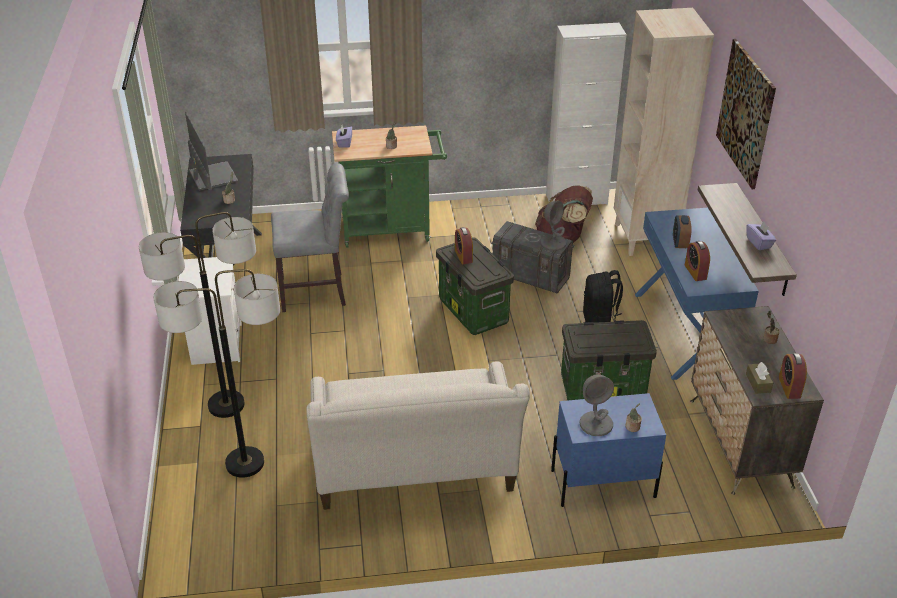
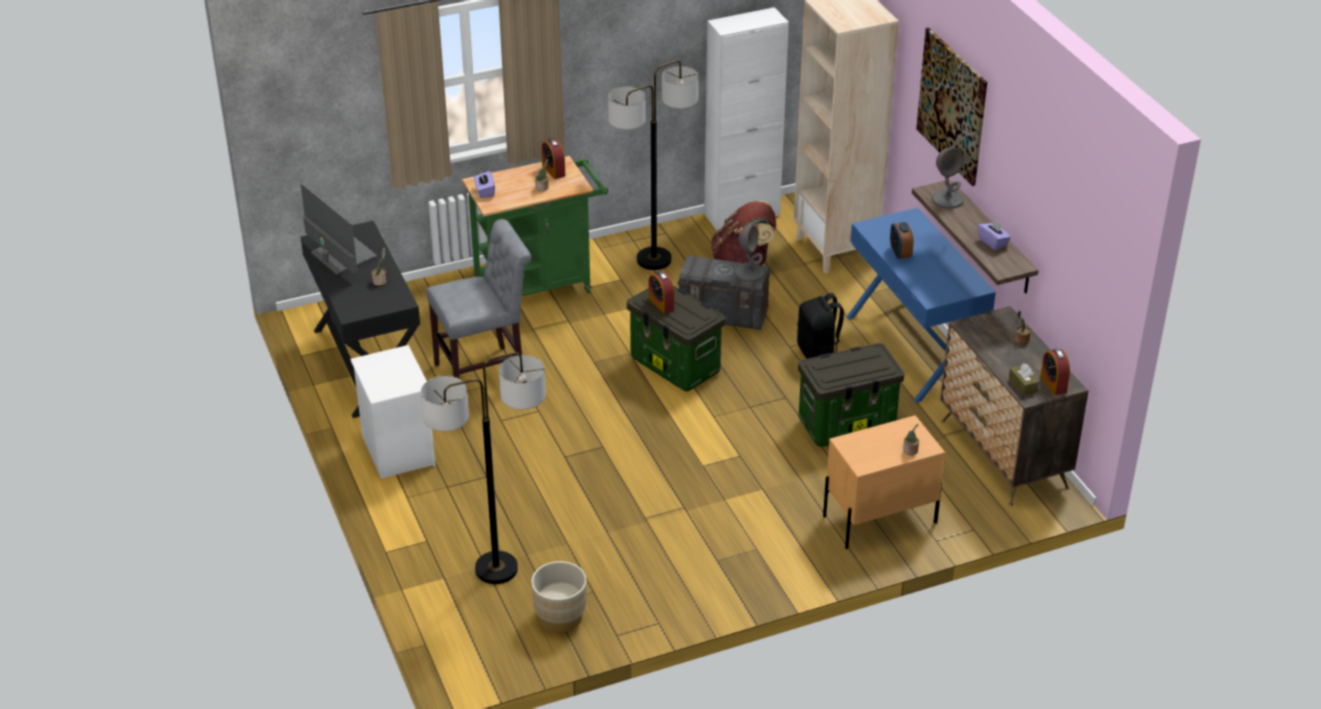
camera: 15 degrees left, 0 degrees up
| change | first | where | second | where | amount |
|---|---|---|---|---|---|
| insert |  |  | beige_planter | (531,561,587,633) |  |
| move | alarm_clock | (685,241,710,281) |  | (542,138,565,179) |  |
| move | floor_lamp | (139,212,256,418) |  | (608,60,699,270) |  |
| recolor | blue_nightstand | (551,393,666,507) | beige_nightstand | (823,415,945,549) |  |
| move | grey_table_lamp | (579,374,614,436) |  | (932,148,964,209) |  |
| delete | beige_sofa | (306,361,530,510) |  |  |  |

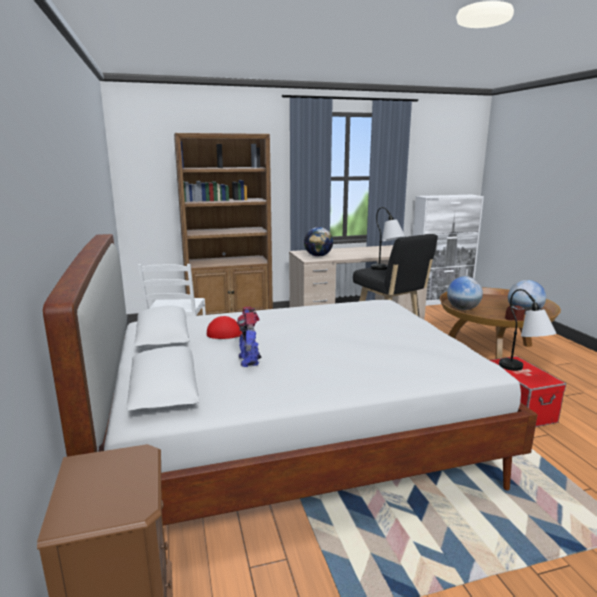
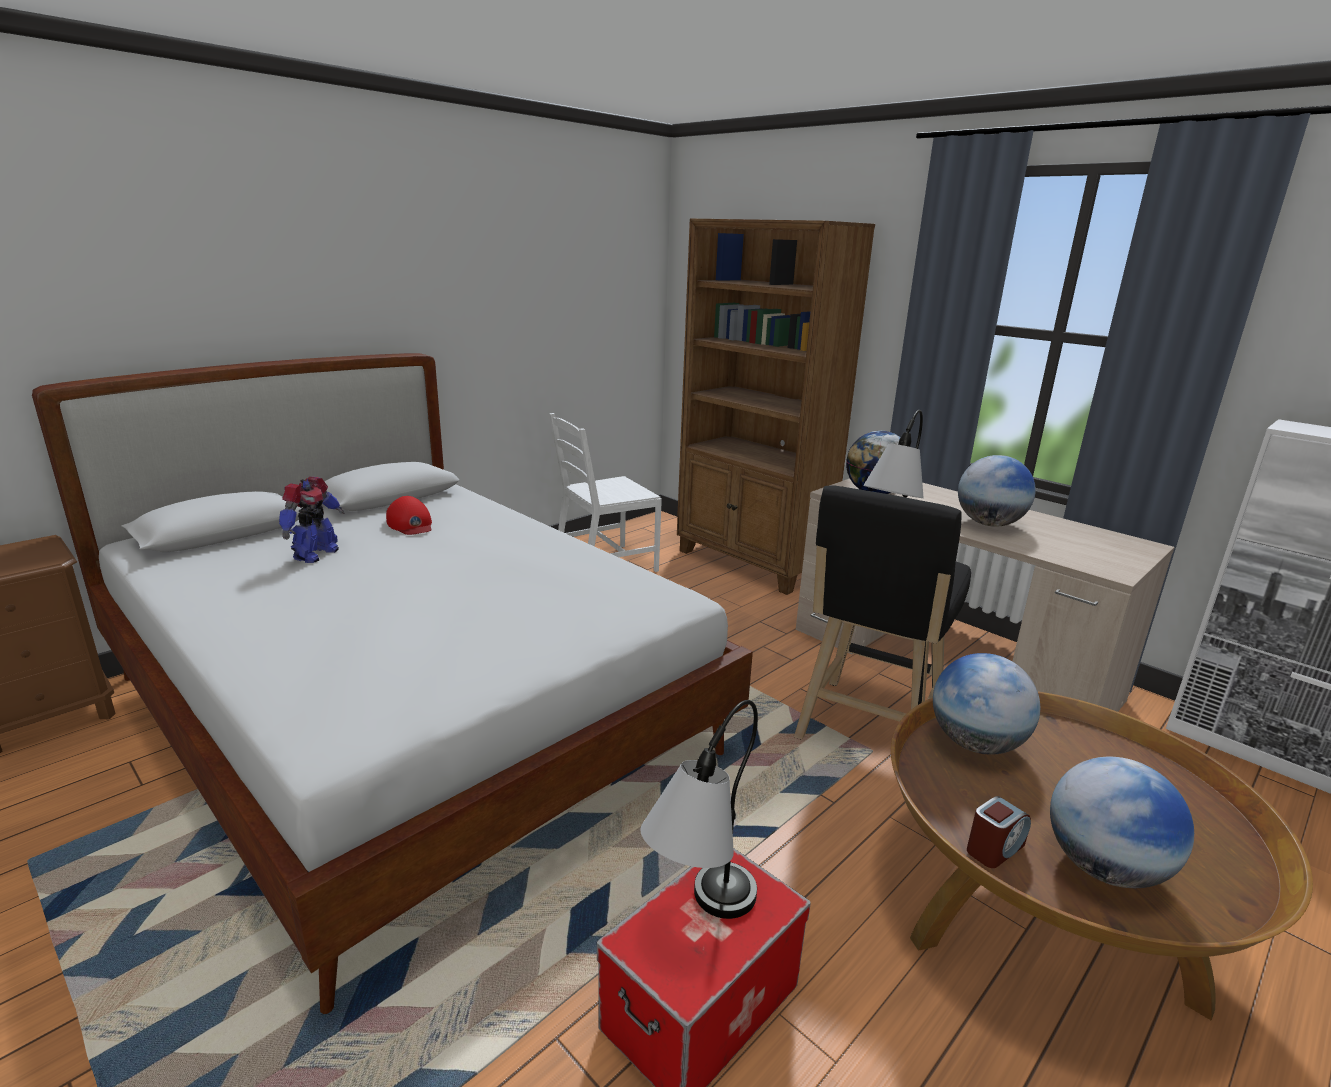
camera: 60 degrees right, 5 degrees up
| change | first | where | second | where | amount |
|---|---|---|---|---|---|
| rotate | toy_robot | (237,307,261,367) |  | (279,477,345,563) | 150 degrees clockwise |
| insert |  |  | globe | (958,455,1036,527) |  |

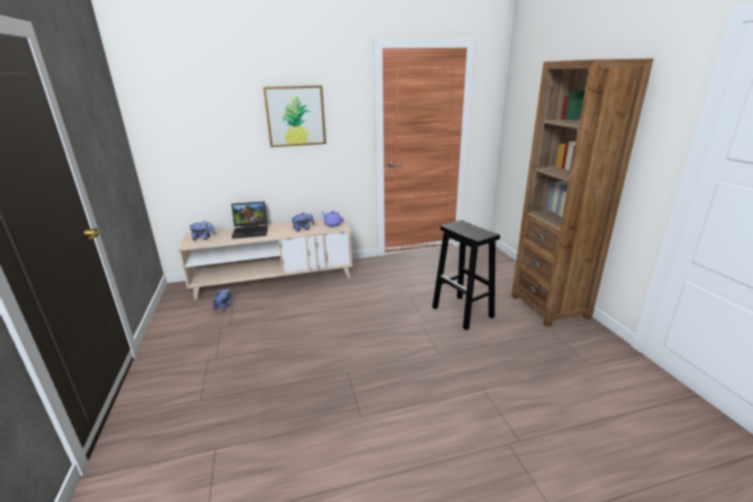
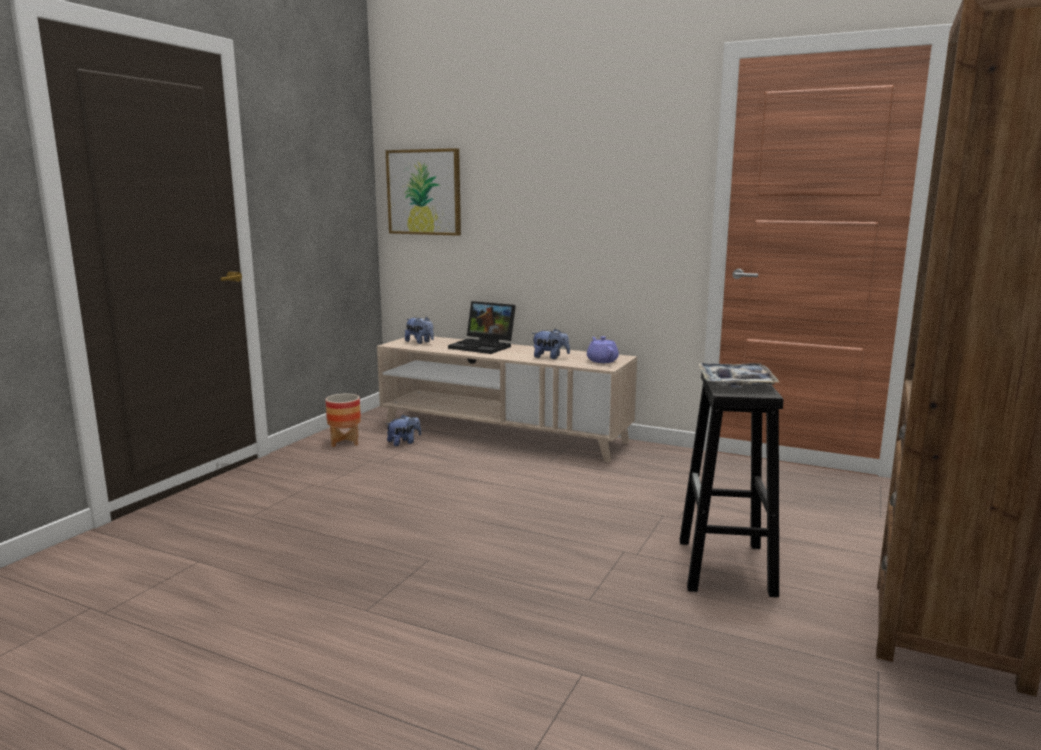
camera: 40 degrees right, 10 degrees down
| change | first | where | second | where | amount |
|---|---|---|---|---|---|
| insert |  |  | planter | (325,394,361,447) |  |
| move | picture | (263,85,326,147) |  | (385,148,461,236) |  |
| insert |  |  | tray | (698,363,779,388) |  |

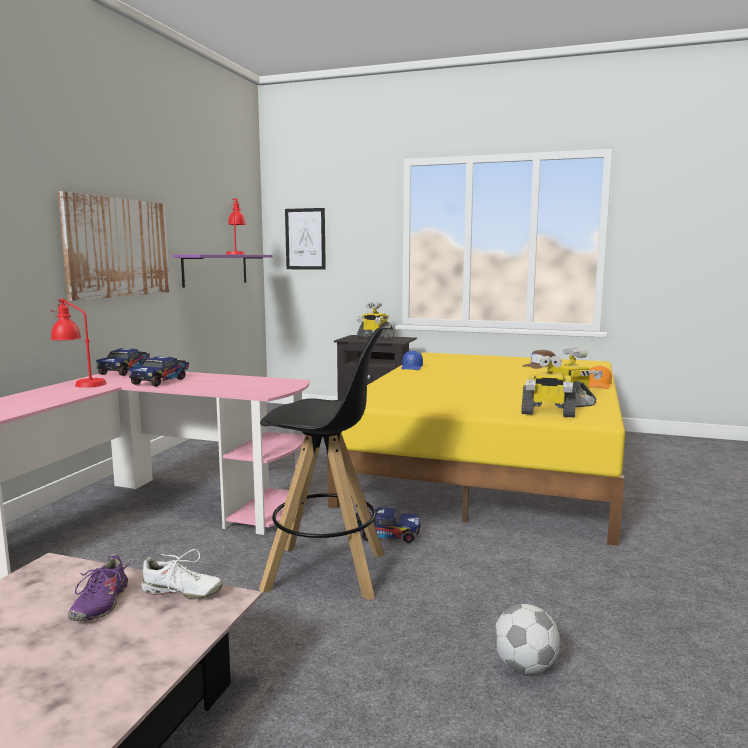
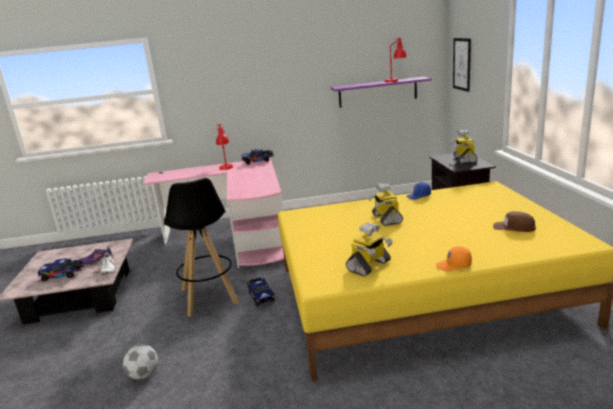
camera: 65 degrees right, 10 degrees up
| change | first | where | second | where | amount |
|---|---|---|---|---|---|
| move | toy_truck | (129,356,189,387) |  | (38,258,84,281) |  |
| move | toy_robot | (521,356,576,417) |  | (368,183,403,226) |  |
| delete | picture | (58,191,170,301) |  |  |  |

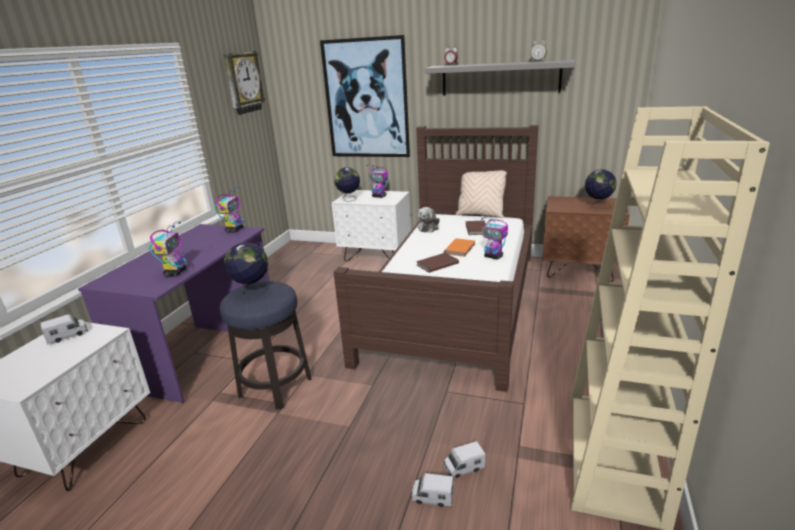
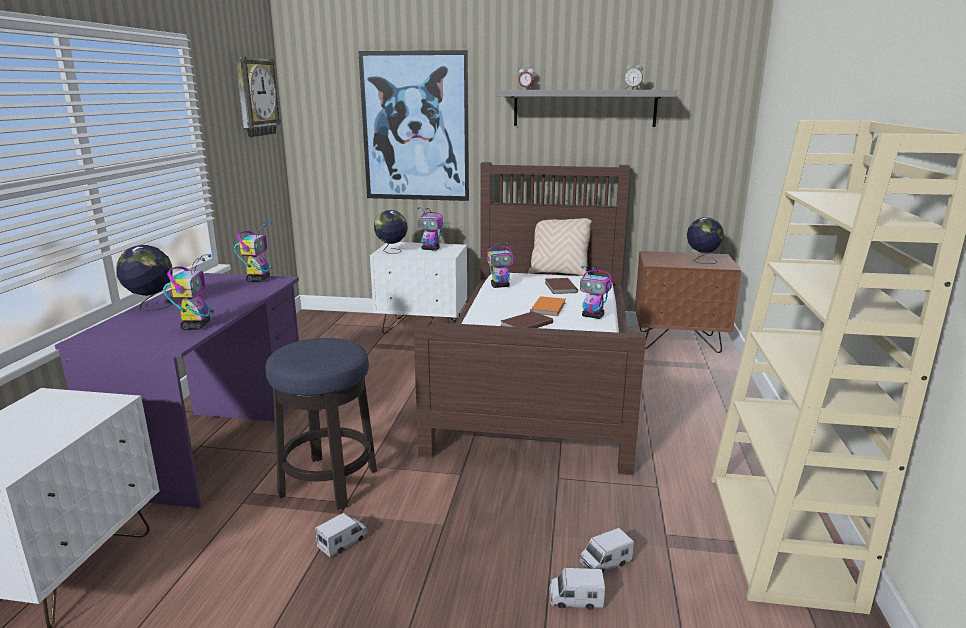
camera: 10 degrees left, 5 degrees down
| change | first | where | second | where | amount |
|---|---|---|---|---|---|
| move | globe | (224,242,268,297) |  | (117,245,173,311) |  |
| move | toy_truck | (40,314,88,344) |  | (315,513,368,557) |  |
| replace | plush_toy | (418,207,440,233) | toy_robot | (487,243,514,288) |  |

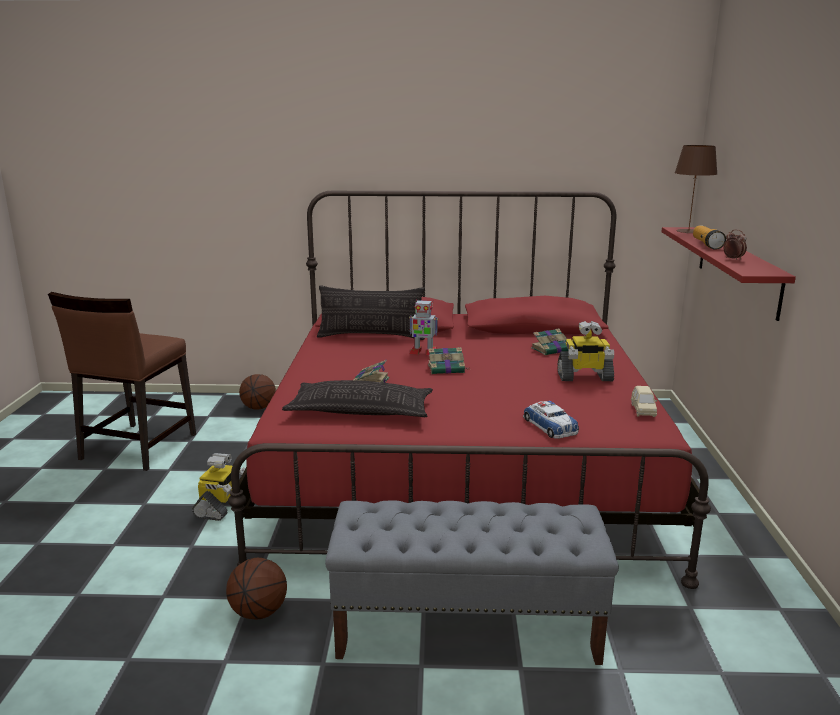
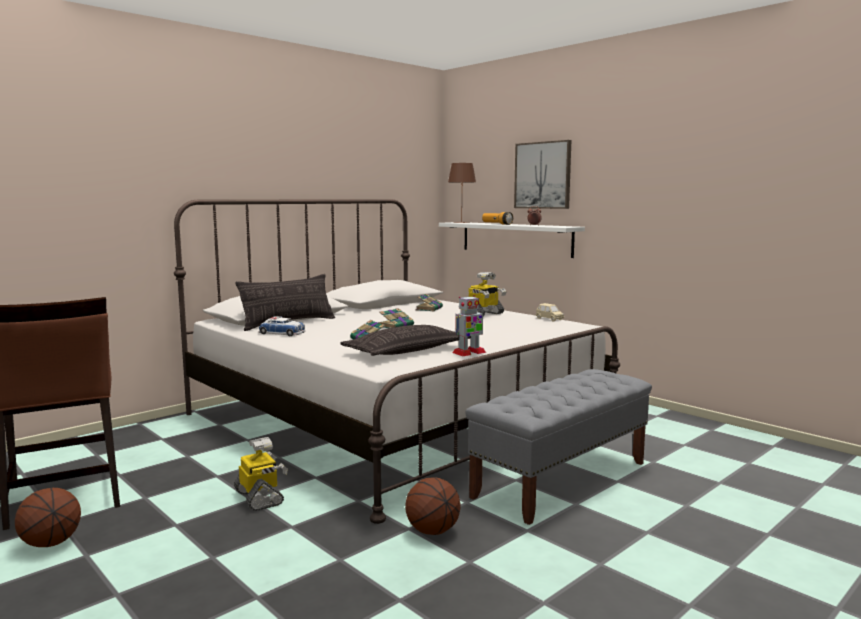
camera: 45 degrees left, 10 degrees down
| change | first | where | second | where | amount |
|---|---|---|---|---|---|
| move | basketball | (239,374,276,410) |  | (15,488,81,547) |  |
| recolor | red_bed | (228,191,711,589) | white_bed | (174,199,620,524) |  |
| move | toy_car | (523,401,579,439) |  | (259,316,305,336) |  |
| recolor | red_shelf | (661,227,796,321) | white_shelf | (439,222,585,258) |  |
| move | toy_robot | (409,299,438,355) |  | (452,295,486,357) |  |
| insert |  |  | picture | (514,140,571,209) |  |

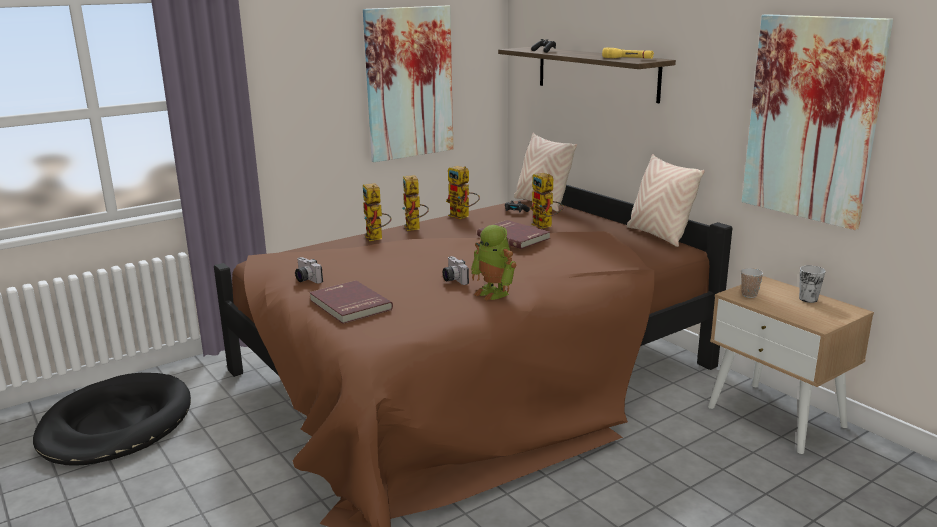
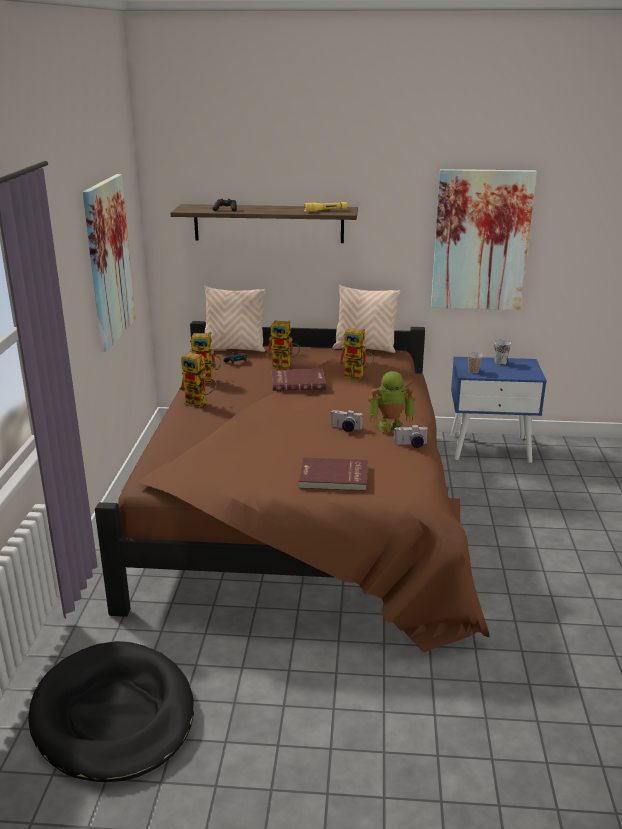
camera: 50 degrees left, 5 degrees up
| change | first | where | second | where | amount |
|---|---|---|---|---|---|
| move | toy_robot | (363,183,392,241) |  | (338,328,374,380) |  |
| move | photo_camera | (295,257,323,283) |  | (394,425,428,448) |  |
| recolor | beige_nightstand | (708,276,874,454) | blue_nightstand | (450,357,547,463) |  |

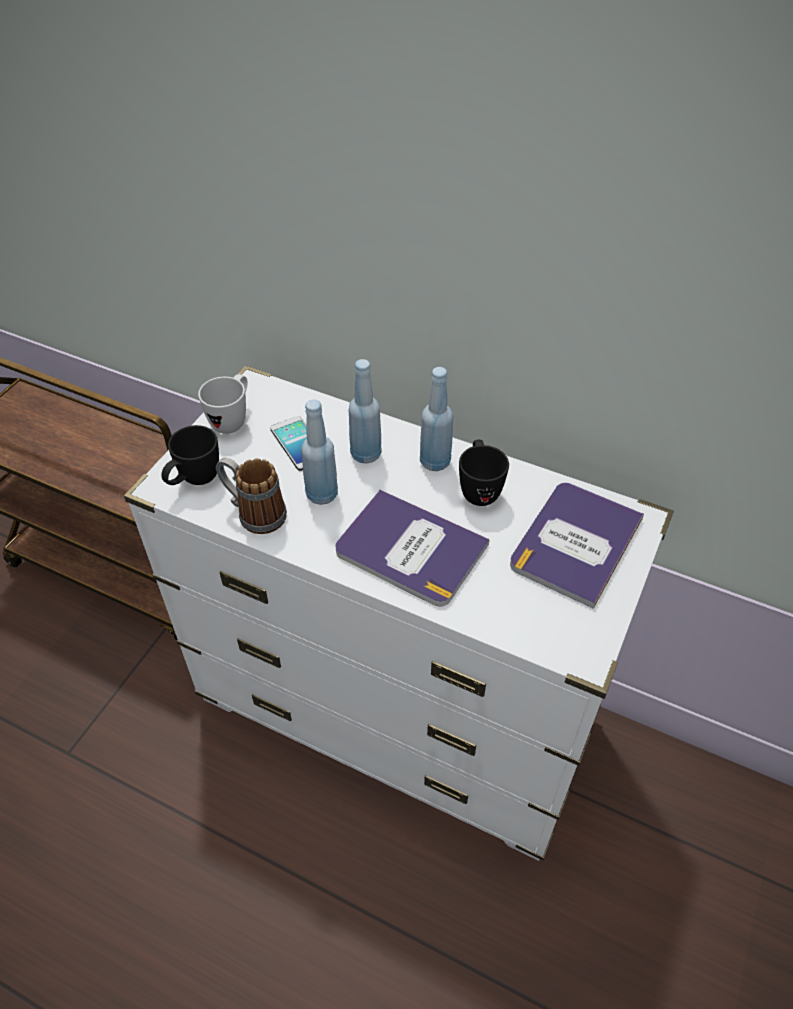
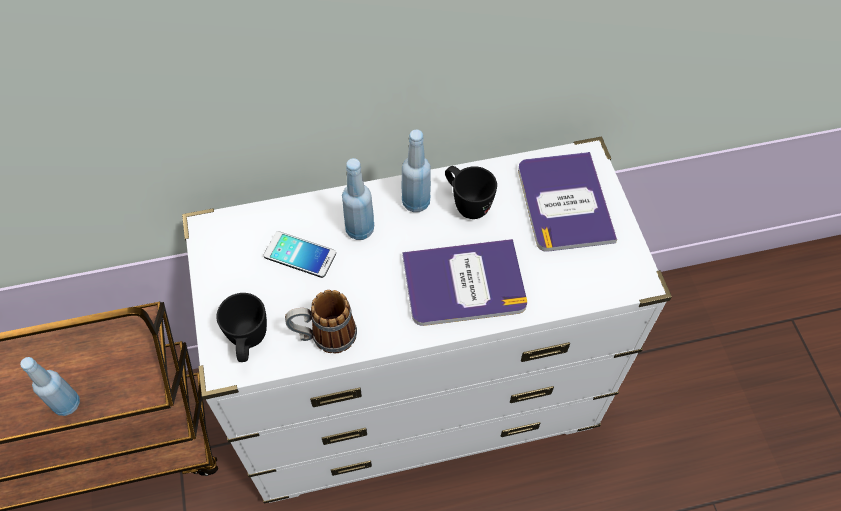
camera: 40 degrees left, 10 degrees up
| change | first | where | second | where | amount |
|---|---|---|---|---|---|
| move | blue_bottle | (301,399,338,505) |  | (20,357,80,416) |  |
| delete | white_mug | (198,374,247,434) |  |  |  |

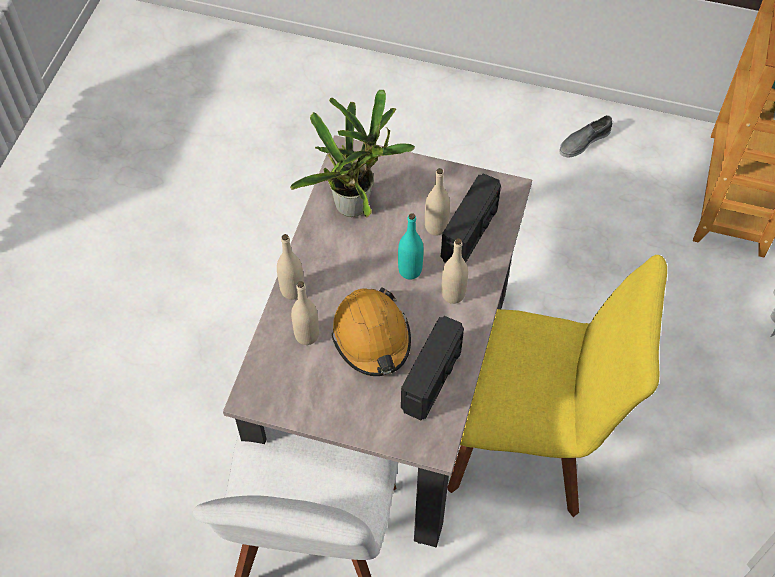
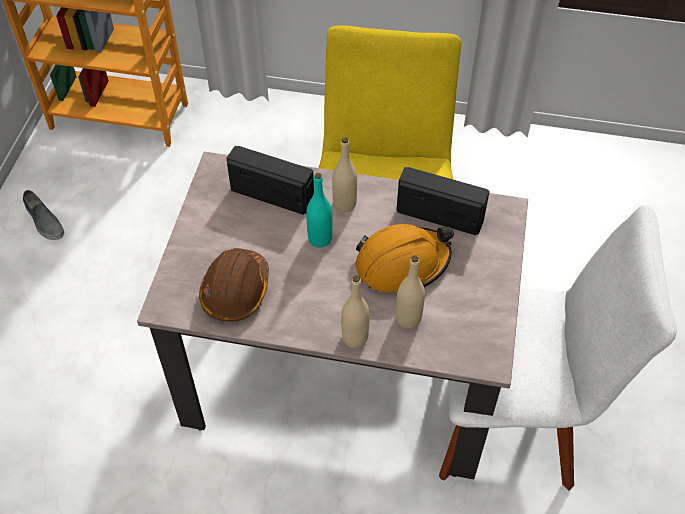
camera: 95 degrees left, 5 degrees down
| change | first | where | second | where | amount |
|---|---|---|---|---|---|
| replace | potted_plant | (290,90,415,218) | brown_hard_hat | (199,248,269,322) |  |
| delete | beige_bottle | (425,168,450,236) |  |  |  |

